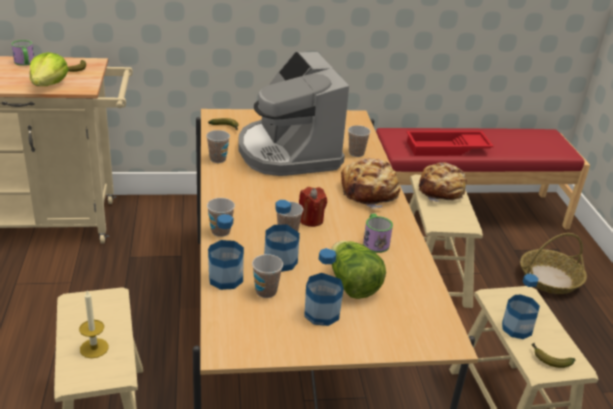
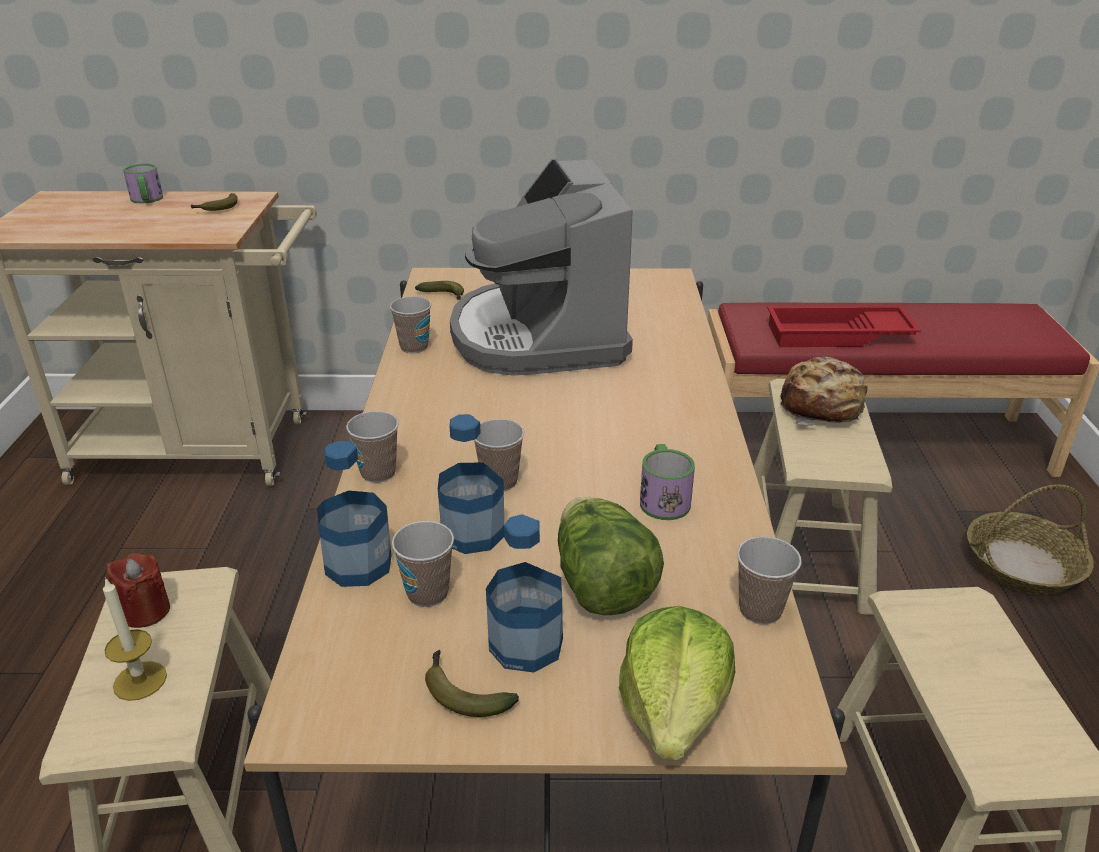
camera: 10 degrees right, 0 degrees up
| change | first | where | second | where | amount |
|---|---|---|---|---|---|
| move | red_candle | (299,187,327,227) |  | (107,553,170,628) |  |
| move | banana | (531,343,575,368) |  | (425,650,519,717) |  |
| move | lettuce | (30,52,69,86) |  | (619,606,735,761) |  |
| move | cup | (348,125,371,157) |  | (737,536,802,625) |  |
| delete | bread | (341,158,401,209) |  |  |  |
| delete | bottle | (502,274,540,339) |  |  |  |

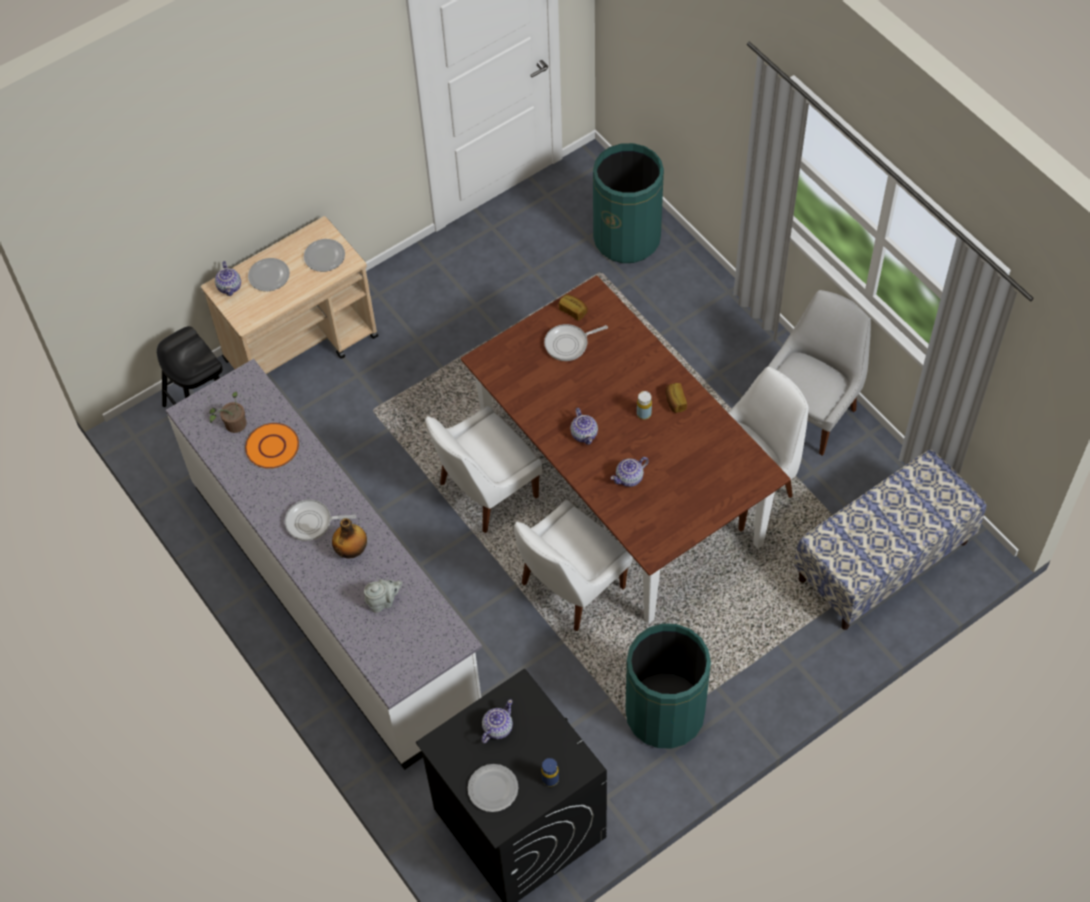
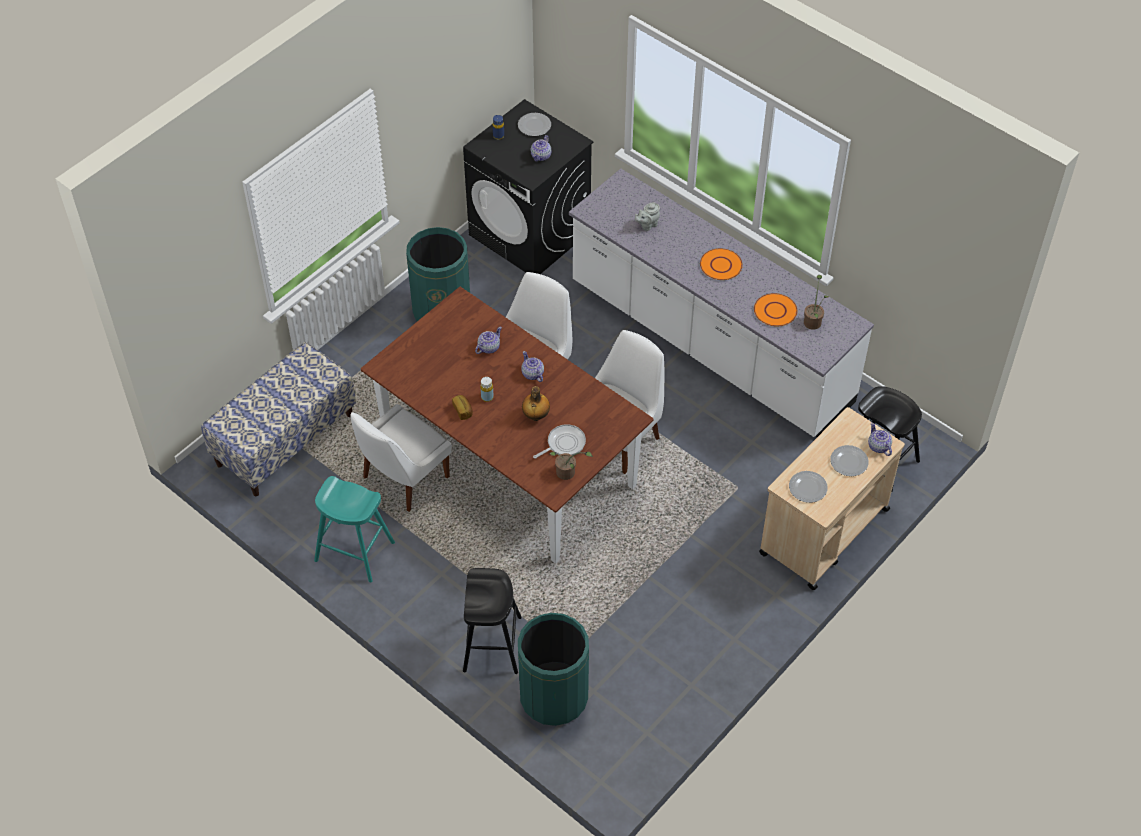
camera: 165 degrees right, 5 degrees down
| change | first | where | second | where | amount |
|---|---|---|---|---|---|
| replace | white_chair | (768,290,871,456) | turquoise_stool | (314,476,395,582) |  |
| insert |  |  | black_stool | (463,568,522,674) |  |
| move | bottle | (332,518,367,558) |  | (522,386,550,421) |  |
| replace | bread | (559,294,588,321) | potted_plant | (549,451,593,480) |  |
| replace | frying_pan | (285,499,356,541) | orange_plate | (700,248,743,280) |  |

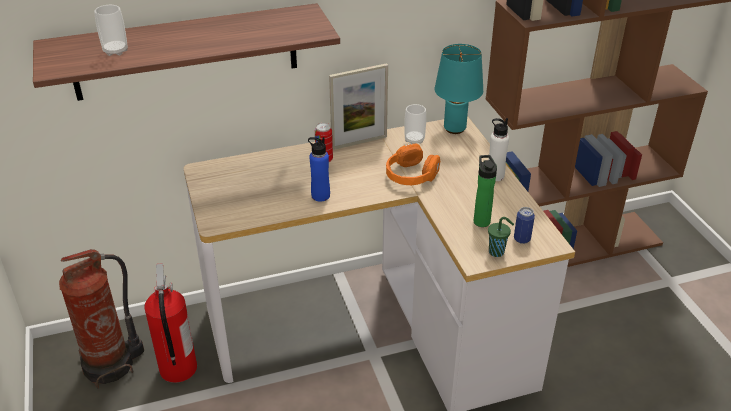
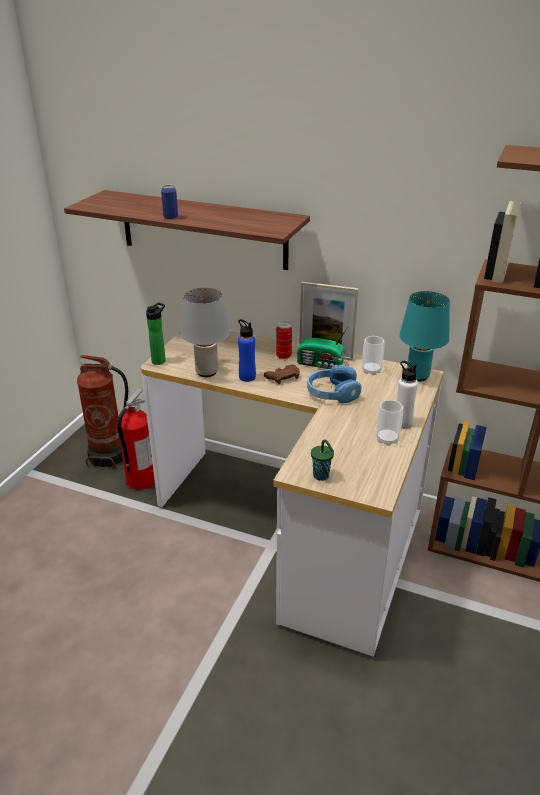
camera: 40 degrees right, 5 degrees down
| change | first | where | second | where | amount |
|---|---|---|---|---|---|
| move | bottle | (474,155,497,227) |  | (146,303,166,365) |  |
| move | can | (514,207,535,244) |  | (161,185,178,219) |  |
| insert |  |  | grey_table_lamp | (181,288,230,377) |  |
| insert |  |  | brown_game_controller | (264,365,300,384) |  |
| insert |  |  | radio | (297,324,350,369) |  |
| recolor | orange_headphones | (386,144,440,185) | blue_headphones | (307,365,362,403) |  |
| move | cup | (94,5,128,56) |  | (376,400,403,446) |  |

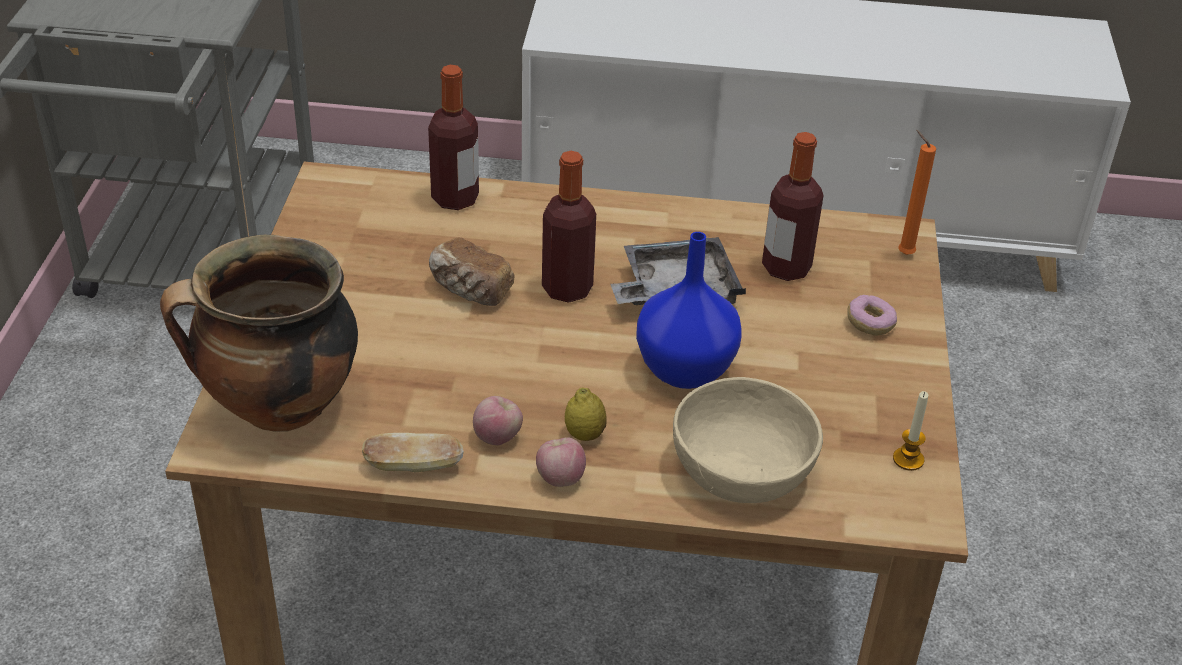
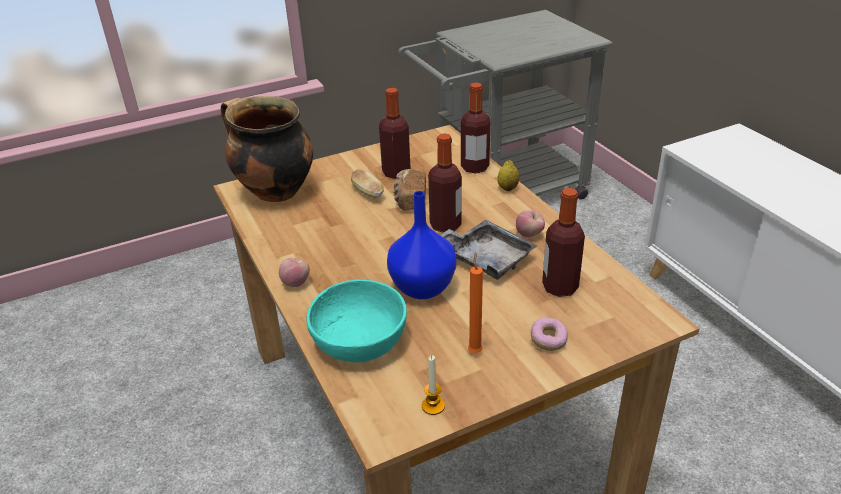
camera: 60 degrees right, 5 degrees down
| change | first | where | second | where | amount |
|---|---|---|---|---|---|
| recolor | beige_bowl | (673,377,823,503) | turquoise_bowl | (306,279,407,362) |  |
| move | bread | (362,433,464,473) |  | (351,169,384,198) |  |
| insert |  |  | bottle | (379,88,411,179) |  |
| move | orange_candle | (898,130,936,255) |  | (468,252,483,353) |  |
| move | lemon | (565,388,607,441) |  | (498,160,519,191) |  |
| move | apple | (473,396,523,445) |  | (516,210,545,237) |  |

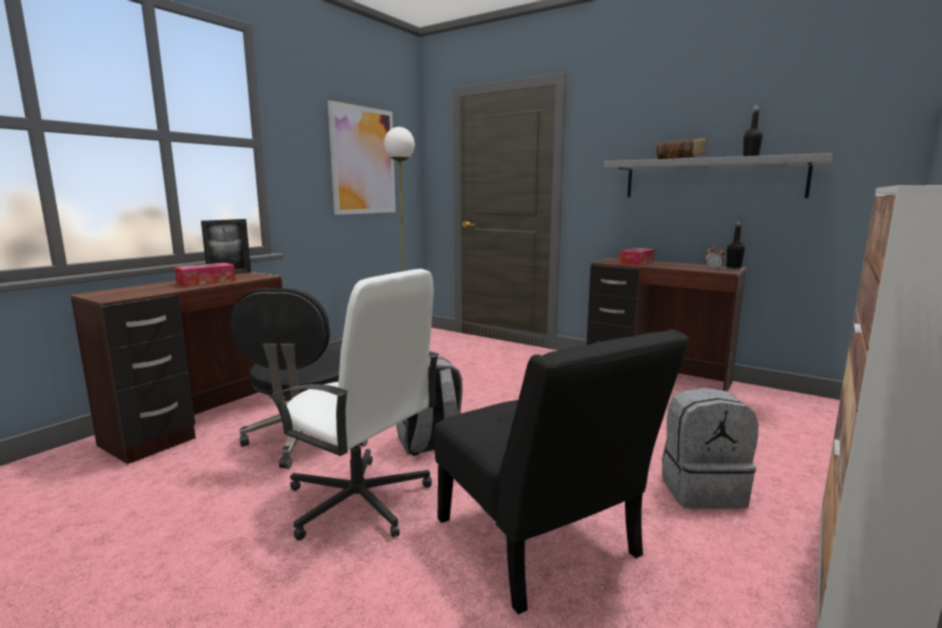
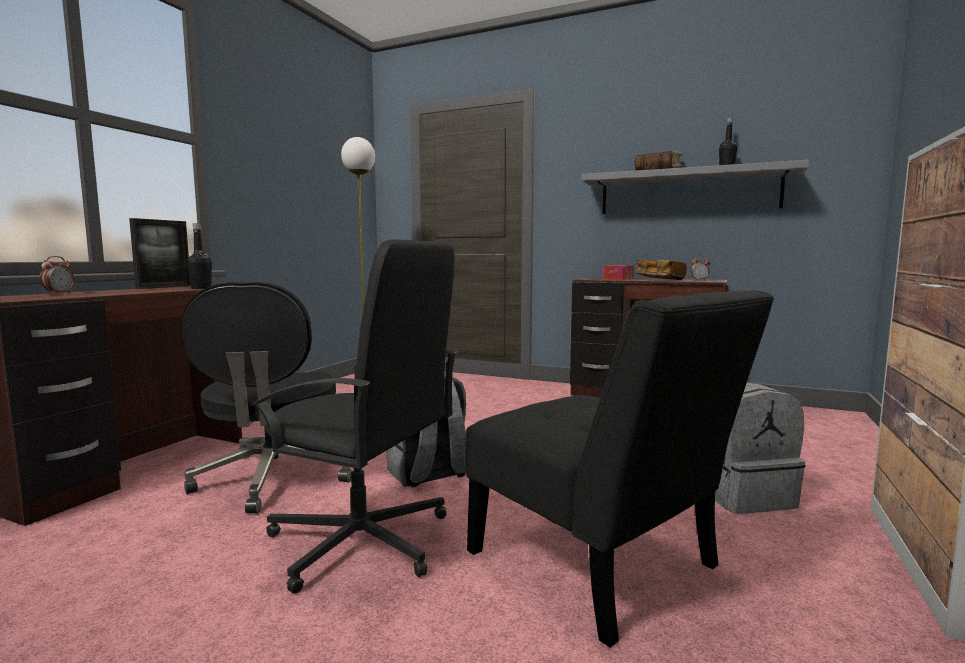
camera: 10 degrees left, 5 degrees down
| change | first | where | second | where | amount |
|---|---|---|---|---|---|
| insert |  |  | alarm_clock | (40,256,74,294) |  |
| move | black_bottle | (726,221,745,268) |  | (187,223,212,289) |  |
| recolor | white_office_chair | (269,269,440,540) | black_office_chair | (251,239,457,594) |  |
| insert |  |  | book | (635,260,687,280) |  |
| delete | tissue_box | (174,263,236,287) |  |  |  |
| delete | picture | (328,100,396,215) |  |  |  |

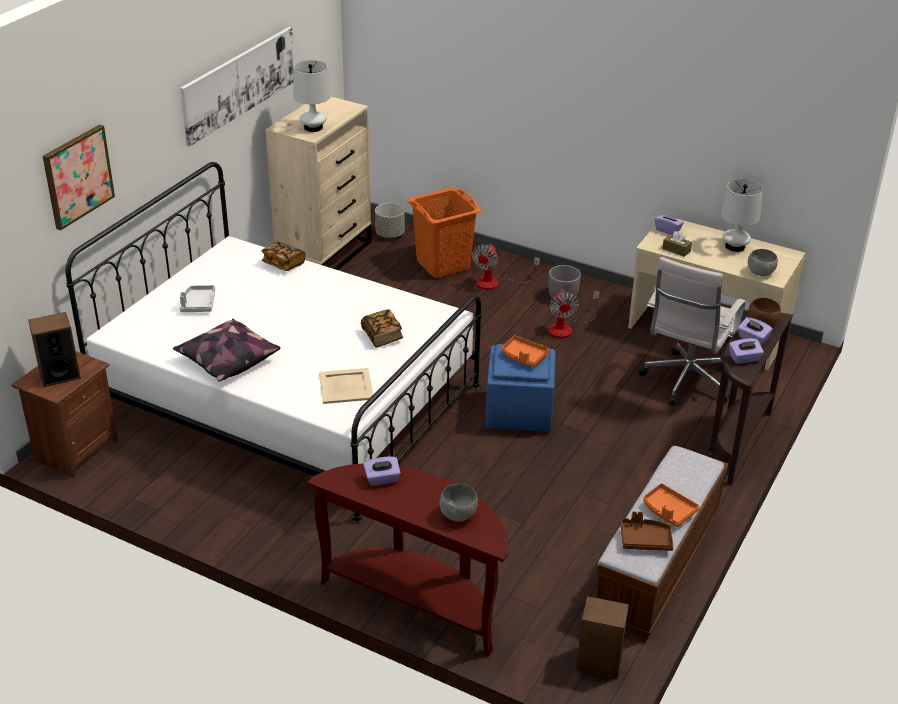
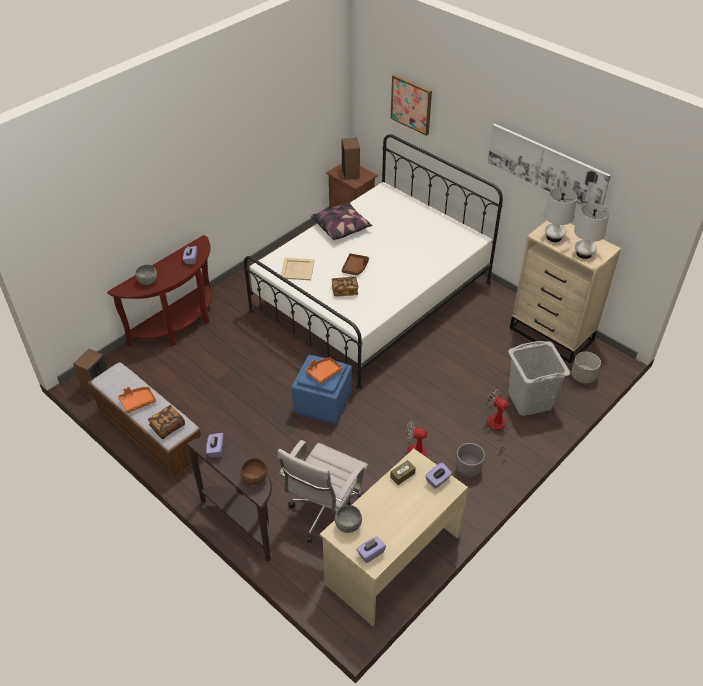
camera: 105 degrees right, 10 degrees up
| change | first | where | second | where | amount |
|---|---|---|---|---|---|
| move | book | (261,242,306,271) |  | (148,405,185,439) |  |
| rotate | white_office_chair | (638,257,746,405) |  | (278,440,368,543) | 105 degrees counterclockwise |
| move | brown_tray | (621,512,674,551) |  | (342,253,369,275) |  |
| move | purple_tissue_box | (738,317,773,345) |  | (356,536,386,563) |  |
| recolor | orange_laundry_basket | (408,187,481,278) | grey_laundry_basket | (508,341,570,416) |  |
| move | white_table_lamp | (721,179,763,252) |  | (574,203,609,259) |  |
| delete | grey_tray | (180,285,215,312) |  |  |  |

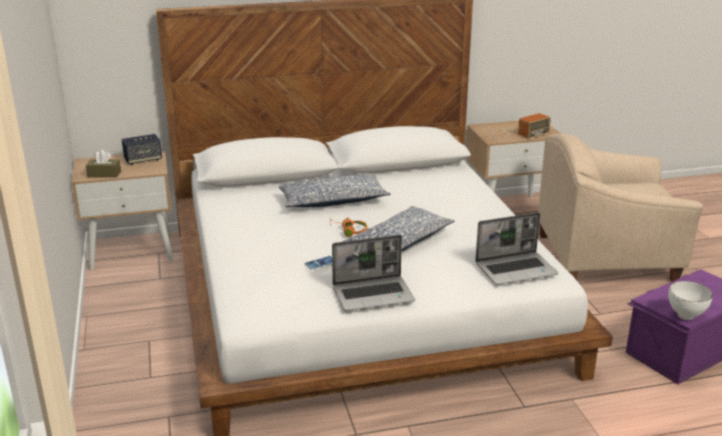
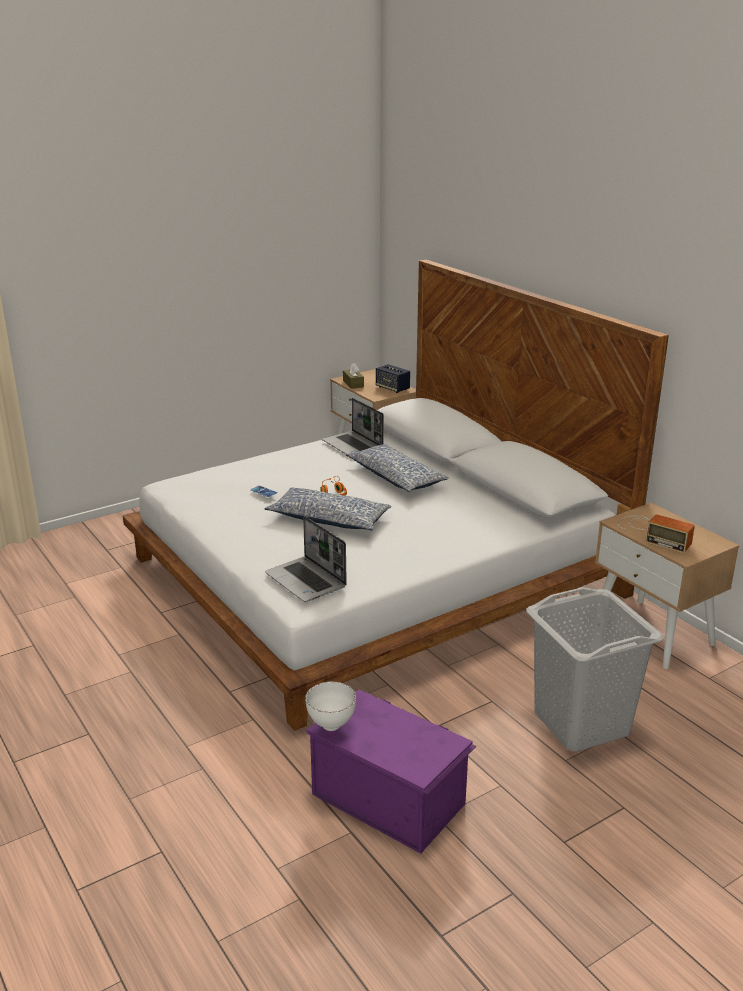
camera: 70 degrees right, 0 degrees up
| change | first | where | second | where | amount |
|---|---|---|---|---|---|
| move | laptop | (332,235,415,311) |  | (322,398,384,454) |  |
| replace | beige_armchair | (538,134,703,282) | grey_laundry_basket | (526,587,664,752) |  |

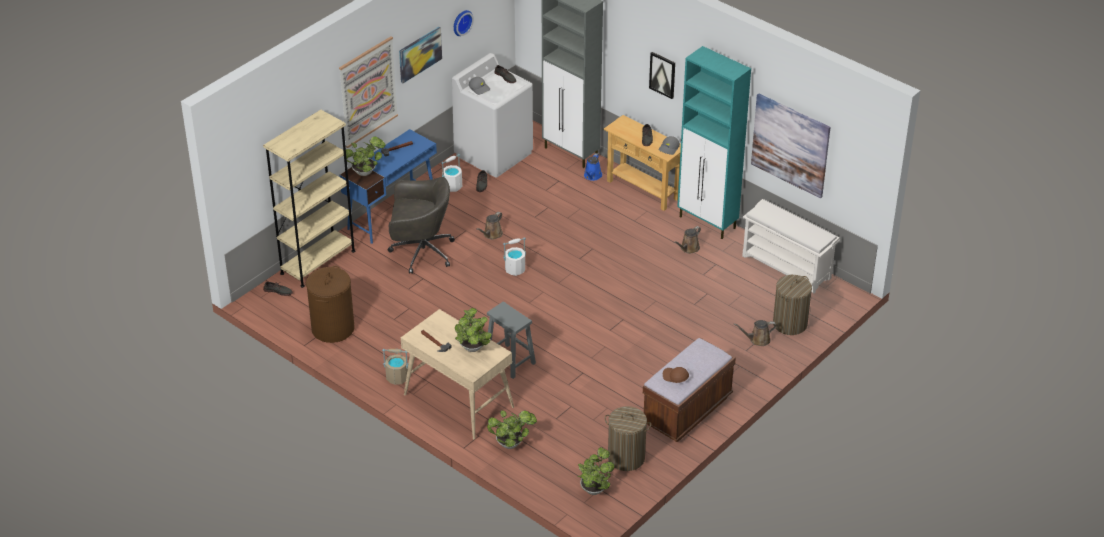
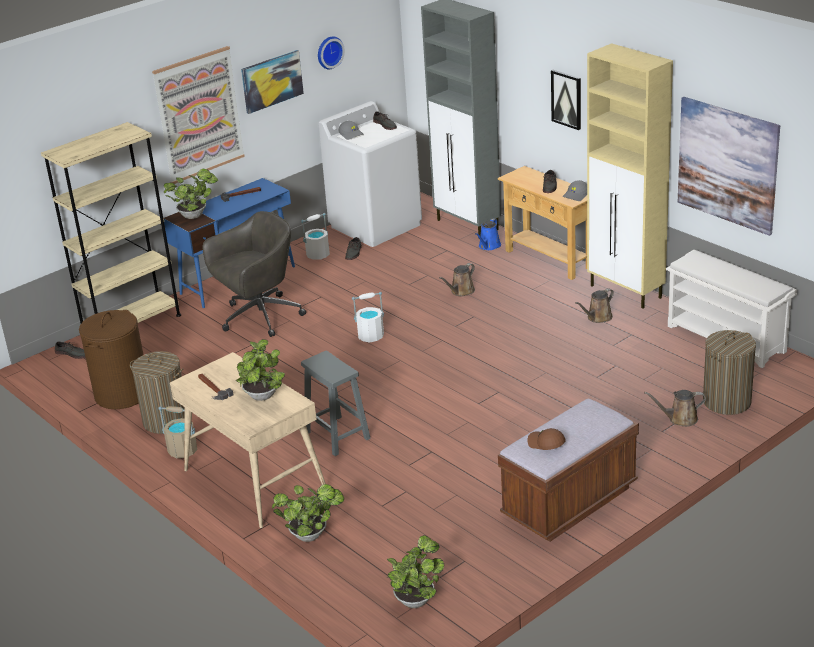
camera: 10 degrees right, 10 degrees down
| change | first | where | second | where | amount |
|---|---|---|---|---|---|
| move | laundry_basket | (605,406,651,471) |  | (130,351,185,434) |  |
| rotate | grey_office_chair | (388,177,455,274) |  | (202,211,306,337) | 45 degrees counterclockwise |
| move | brown_watering_can | (476,212,503,240) |  | (439,263,475,296) |  |
| recolor | turquoise_cabinet | (677,46,751,239) | beige_cabinet | (587,43,673,309) |  |

